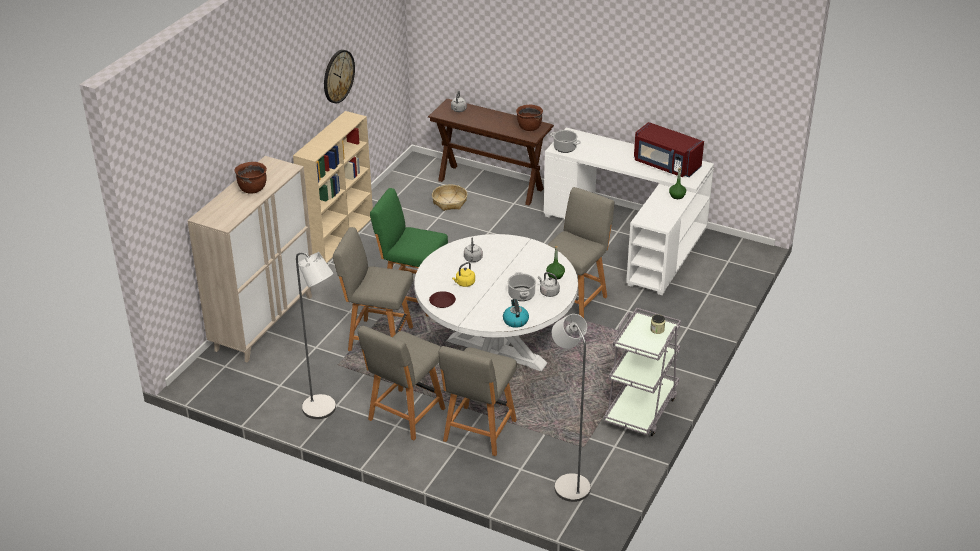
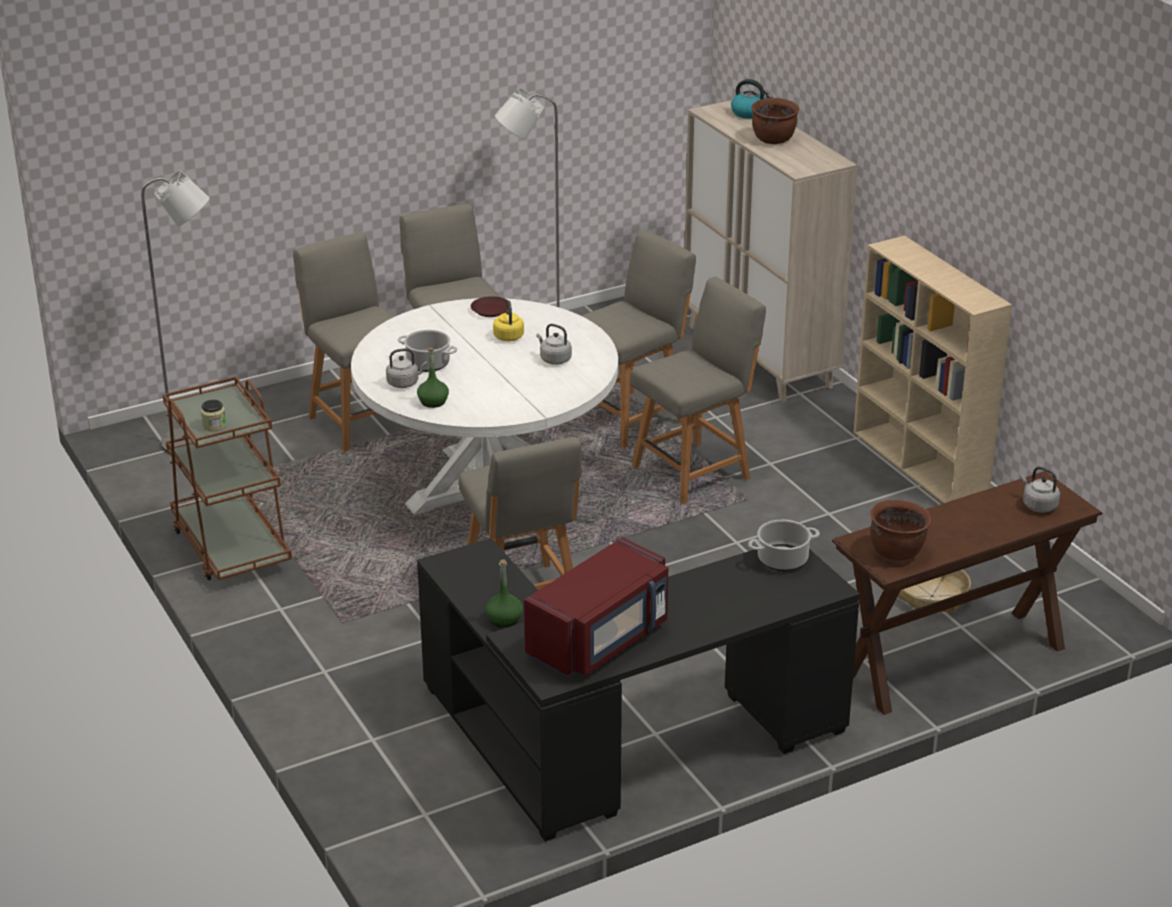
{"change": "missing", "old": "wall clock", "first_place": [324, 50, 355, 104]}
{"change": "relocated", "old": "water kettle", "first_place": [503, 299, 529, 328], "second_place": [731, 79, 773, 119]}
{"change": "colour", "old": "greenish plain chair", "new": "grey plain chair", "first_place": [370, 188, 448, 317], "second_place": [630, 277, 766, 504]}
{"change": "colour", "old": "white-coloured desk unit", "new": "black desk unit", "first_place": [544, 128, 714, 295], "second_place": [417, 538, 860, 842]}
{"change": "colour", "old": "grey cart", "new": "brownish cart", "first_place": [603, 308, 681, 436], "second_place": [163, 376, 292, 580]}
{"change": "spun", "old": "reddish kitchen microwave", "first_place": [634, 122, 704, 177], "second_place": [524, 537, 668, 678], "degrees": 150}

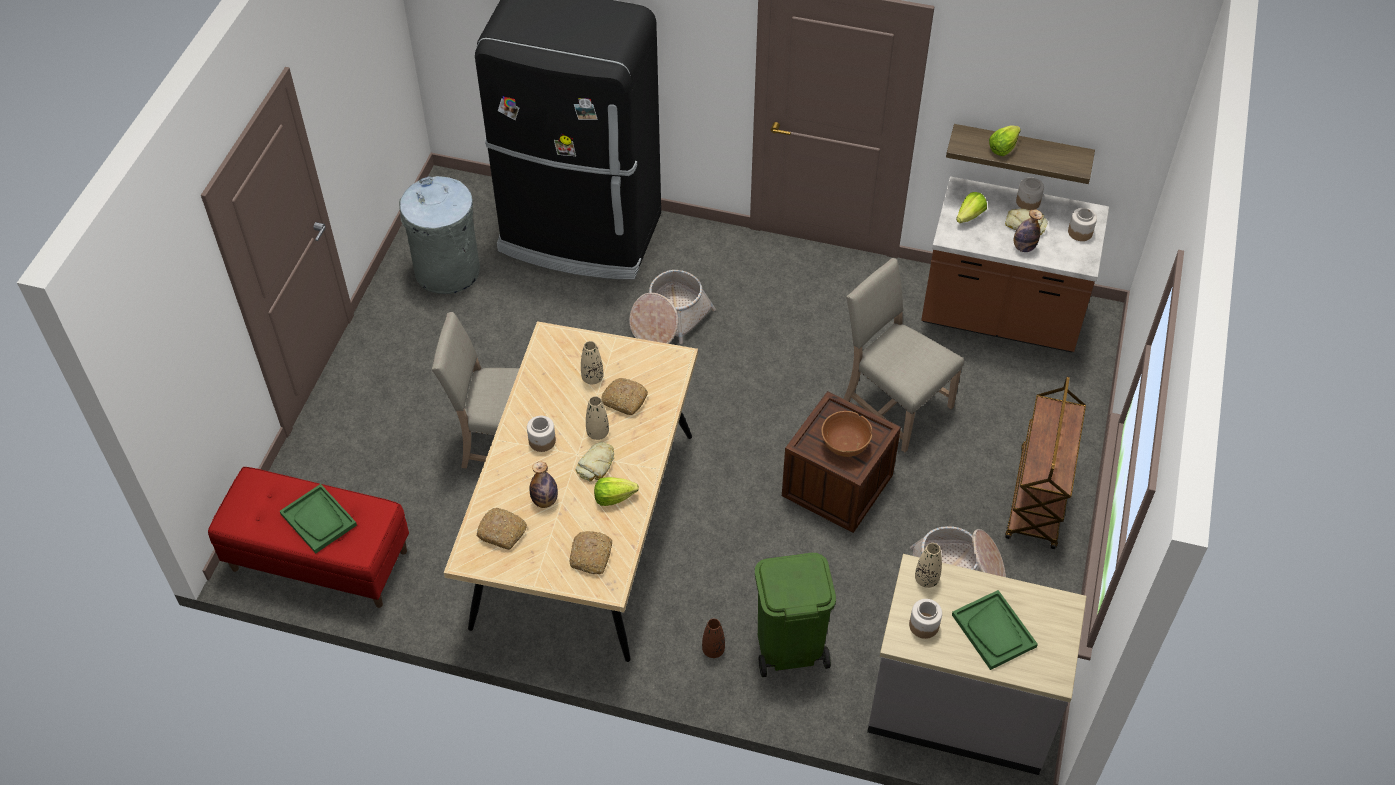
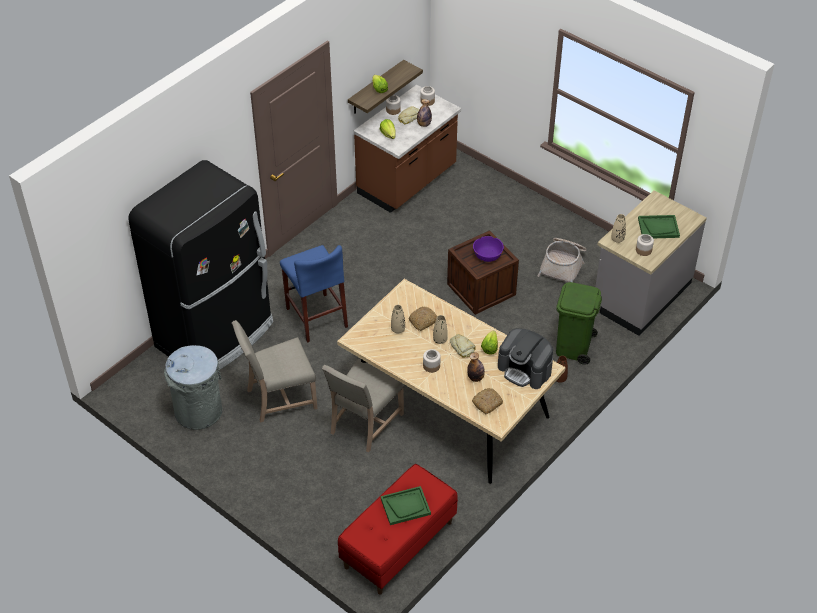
{"change": "missing", "old": "brownish cart", "first_place": [1005, 376, 1086, 549]}
{"change": "relocated", "old": "beige-coloured plain chair", "first_place": [843, 258, 964, 452], "second_place": [232, 320, 317, 423]}
{"change": "exchanged", "old": "bread", "new": "coffee machine", "first_place": [570, 531, 612, 574], "second_place": [498, 328, 553, 389]}
{"change": "exchanged", "old": "basket", "new": "bluish sitting stool", "first_place": [629, 270, 716, 344], "second_place": [280, 245, 348, 343]}
{"change": "colour", "old": "brownish deep dish", "new": "purplish deep dish", "first_place": [821, 411, 872, 457], "second_place": [473, 236, 504, 262]}

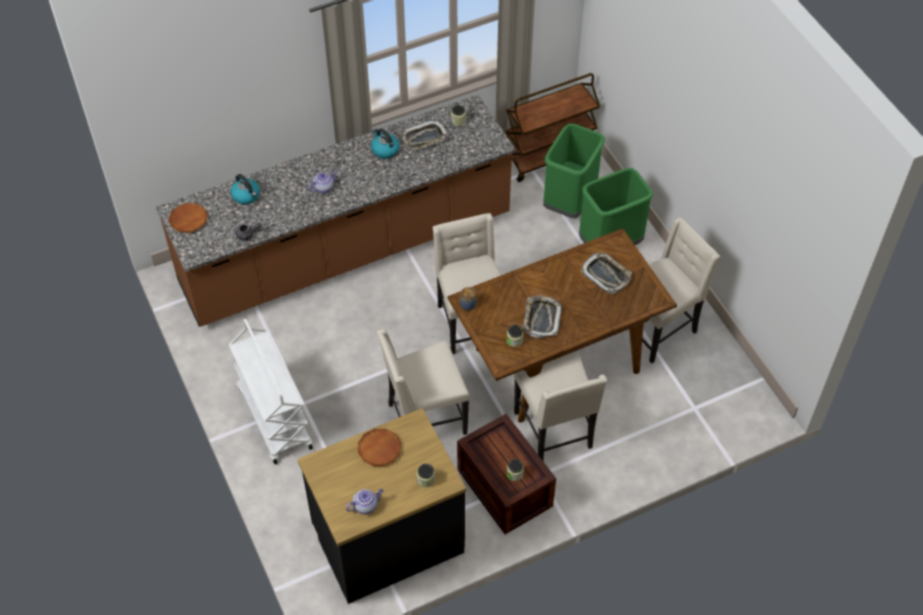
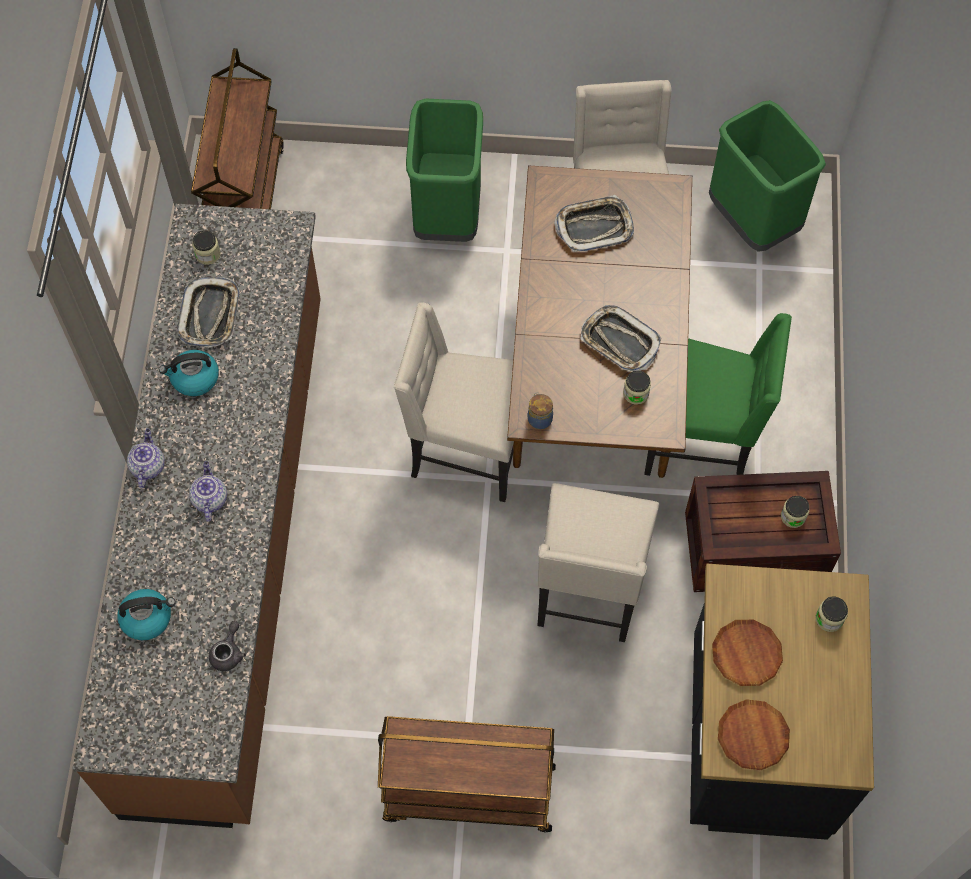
{"change": "relocated", "old": "brownish flat dish", "first_place": [169, 203, 208, 233], "second_place": [718, 699, 790, 770]}
{"change": "relocated", "old": "tea pot", "first_place": [346, 489, 384, 515], "second_place": [127, 429, 165, 488]}
{"change": "relocated", "old": "greenish trash can", "first_place": [543, 123, 605, 218], "second_place": [709, 100, 826, 252]}
{"change": "colour", "old": "white-coloured cart", "new": "brownish cart", "first_place": [229, 319, 313, 464], "second_place": [378, 716, 556, 832]}
{"change": "colour", "old": "beige-coloured plain chair", "new": "greenish plain chair", "first_place": [514, 352, 607, 462], "second_place": [644, 313, 792, 476]}

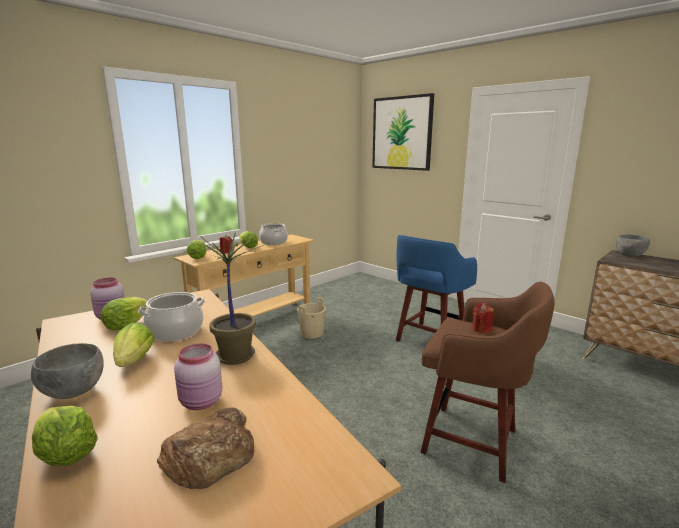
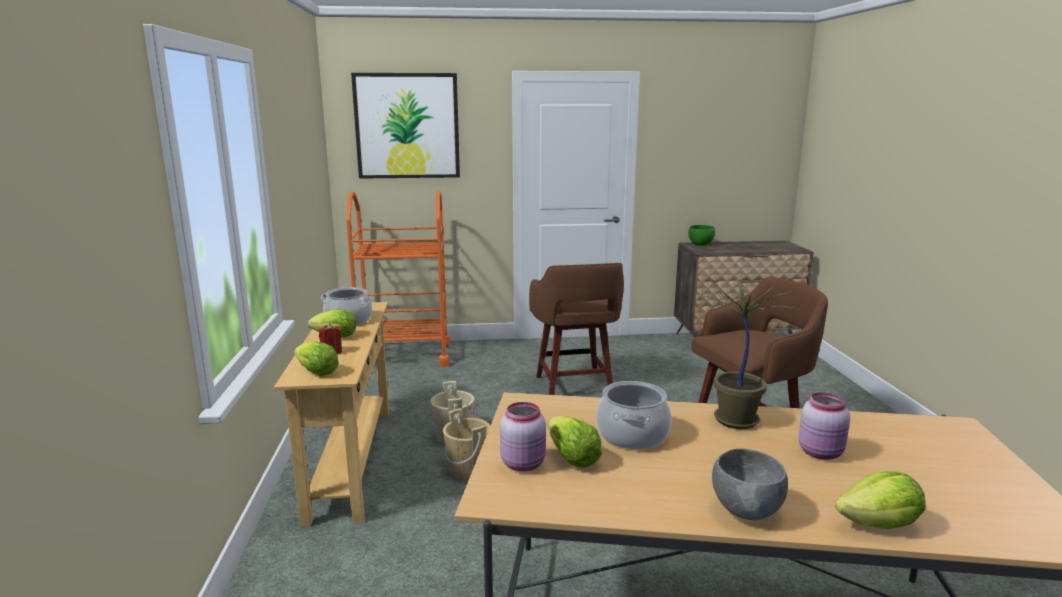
{"change": "missing", "old": "lettuce", "first_place": [113, 323, 155, 367]}
{"change": "missing", "old": "bread", "first_place": [157, 407, 254, 489]}
{"change": "missing", "old": "reddish wax light", "first_place": [472, 302, 494, 333]}
{"change": "appeared", "new": "orange-coloured cart", "second_place": [346, 191, 451, 367]}
{"change": "appeared", "new": "beige-coloured pail", "second_place": [443, 408, 491, 479]}
{"change": "colour", "old": "bluish sitting stool", "new": "brownish sitting stool", "first_place": [396, 235, 477, 342], "second_place": [529, 263, 624, 395]}
{"change": "colour", "old": "grey deep dish", "new": "greenish deep dish", "first_place": [616, 234, 650, 257], "second_place": [688, 225, 715, 246]}

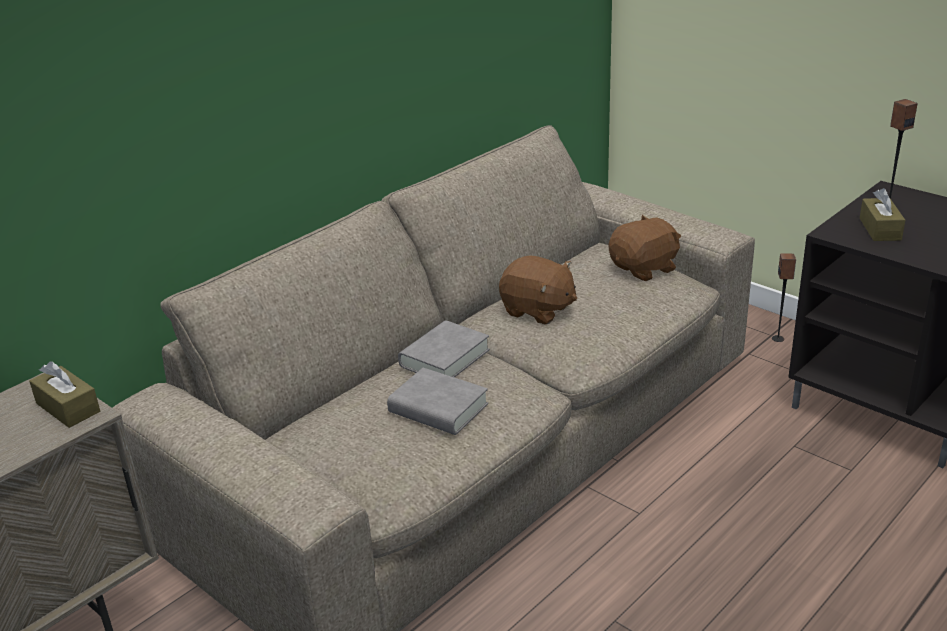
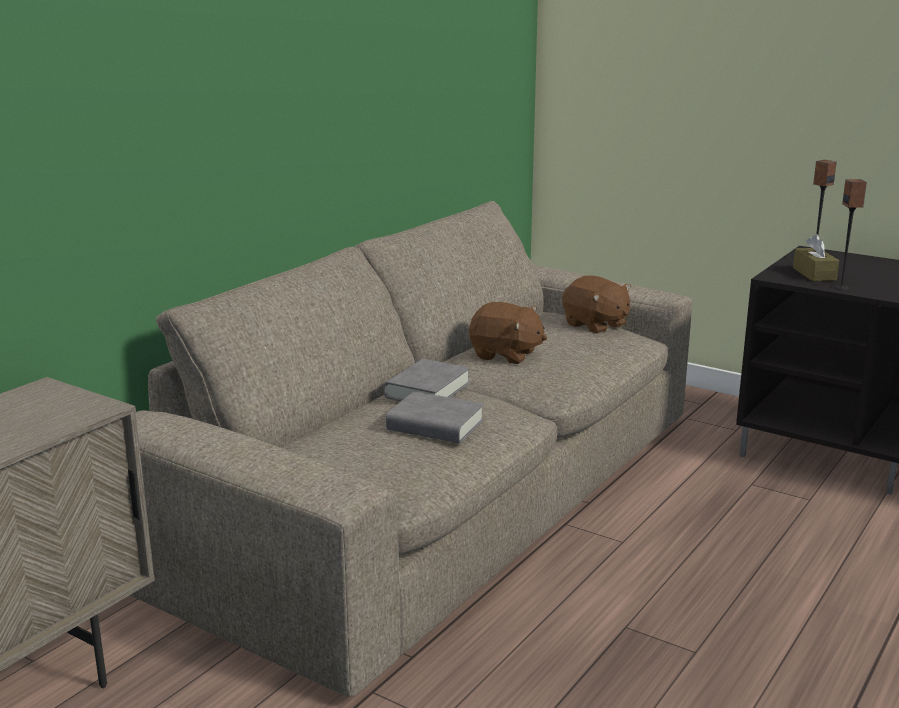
{"change": "missing", "old": "brownish box of tissues", "first_place": [29, 361, 100, 428]}
{"change": "relocated", "old": "speaker", "first_place": [772, 254, 796, 342], "second_place": [834, 179, 867, 290]}
{"change": "spun", "old": "brownish soft toy", "first_place": [609, 215, 681, 281], "second_place": [563, 275, 631, 334], "degrees": 90}

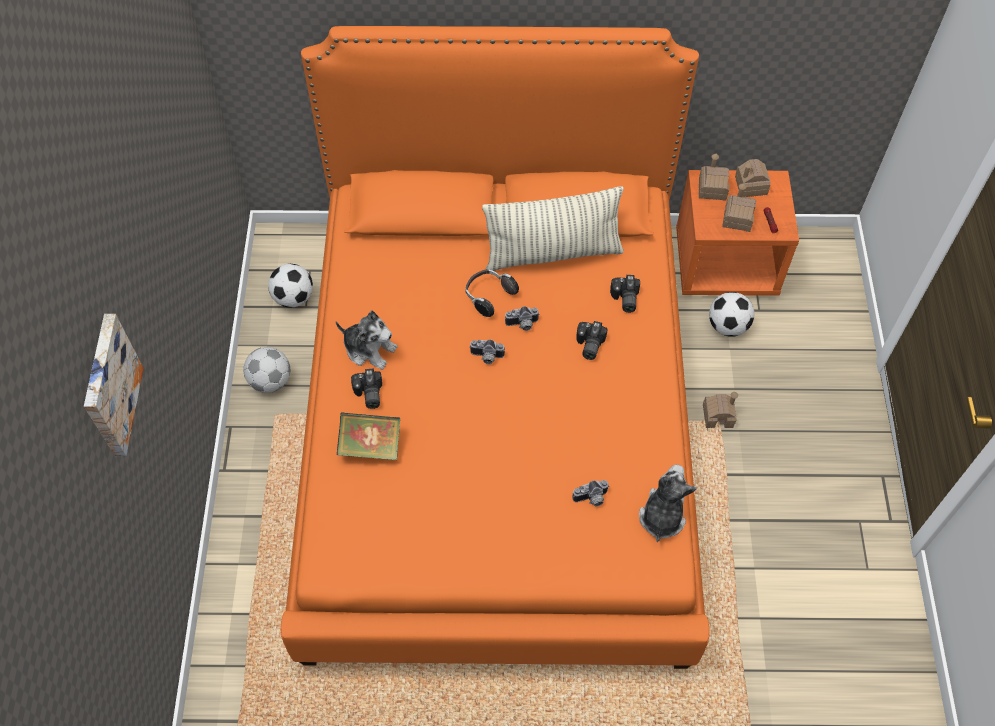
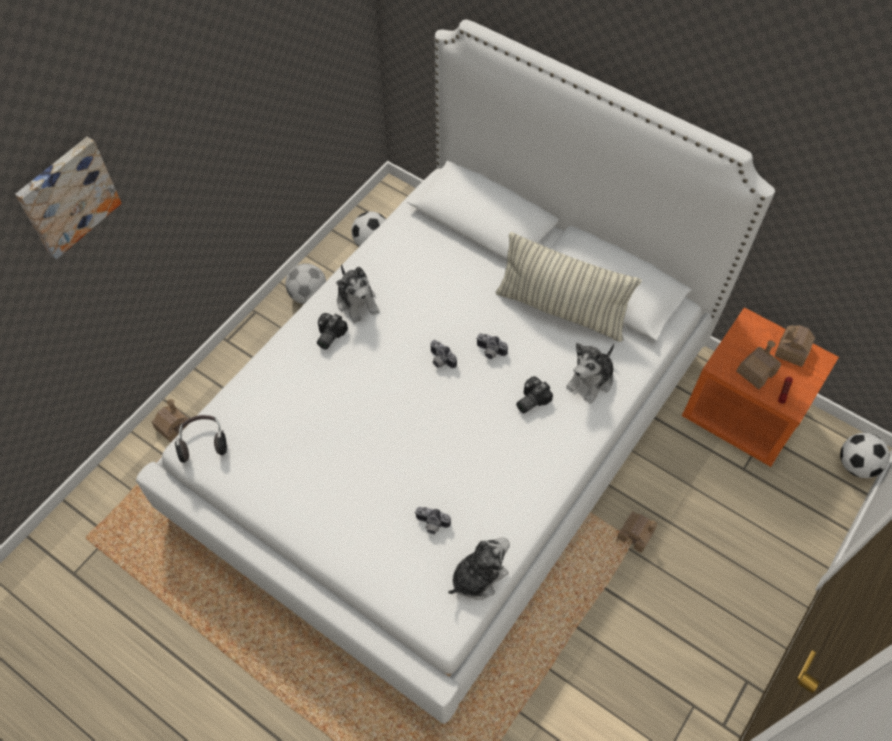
{"change": "missing", "old": "bound book", "first_place": [337, 412, 400, 460]}
{"change": "relocated", "old": "pair of headphones", "first_place": [465, 269, 519, 317], "second_place": [175, 415, 227, 463]}
{"change": "relocated", "old": "miniature house", "first_place": [699, 154, 729, 201], "second_place": [151, 399, 188, 443]}
{"change": "relocated", "old": "football ball", "first_place": [709, 292, 755, 337], "second_place": [840, 433, 890, 478]}
{"change": "exchanged", "old": "still camera", "new": "soft toy", "first_place": [610, 275, 640, 313], "second_place": [566, 343, 614, 404]}
{"change": "colour", "old": "orange-coloured bed", "new": "white-coloured bed", "first_place": [281, 26, 710, 669], "second_place": [136, 19, 775, 724]}

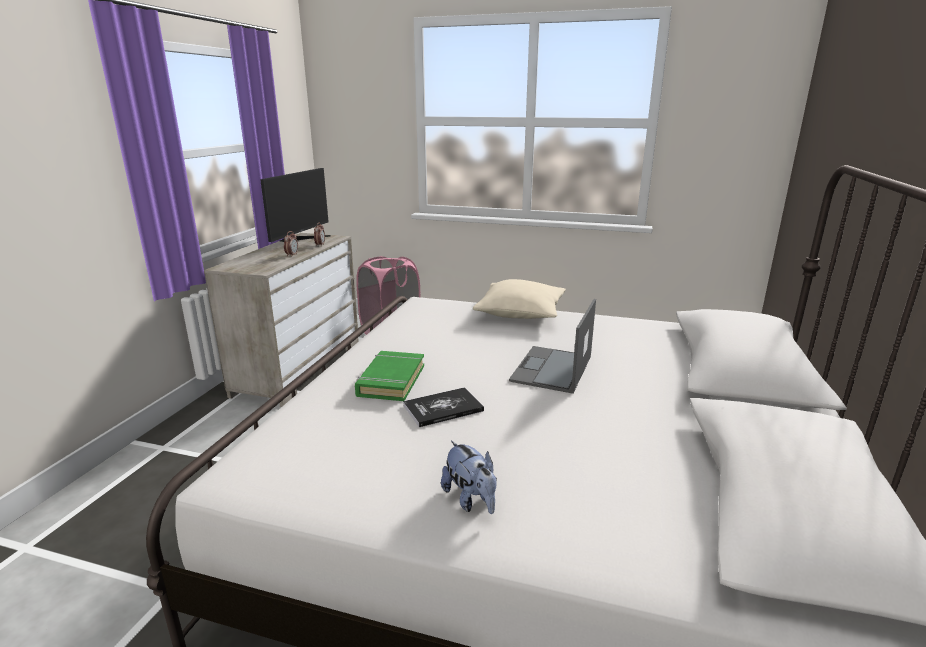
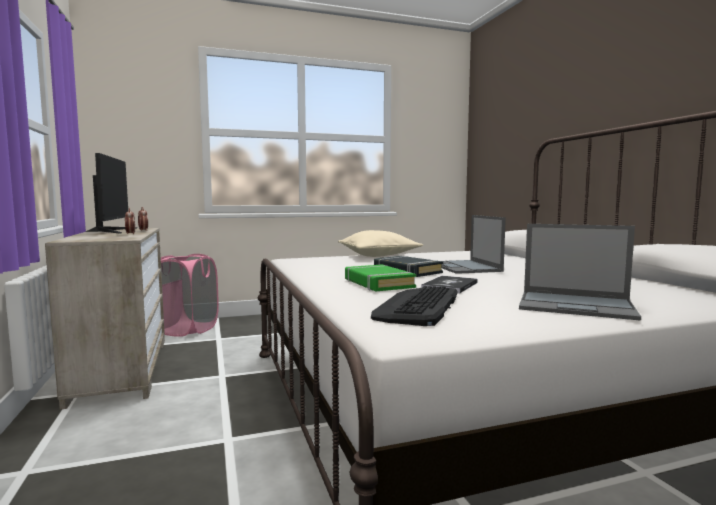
{"change": "appeared", "new": "keyboard", "second_place": [371, 286, 458, 326]}
{"change": "appeared", "new": "black bound book", "second_place": [374, 256, 443, 277]}
{"change": "exchanged", "old": "soft toy", "new": "notebook computer", "first_place": [441, 441, 497, 514], "second_place": [519, 224, 641, 320]}

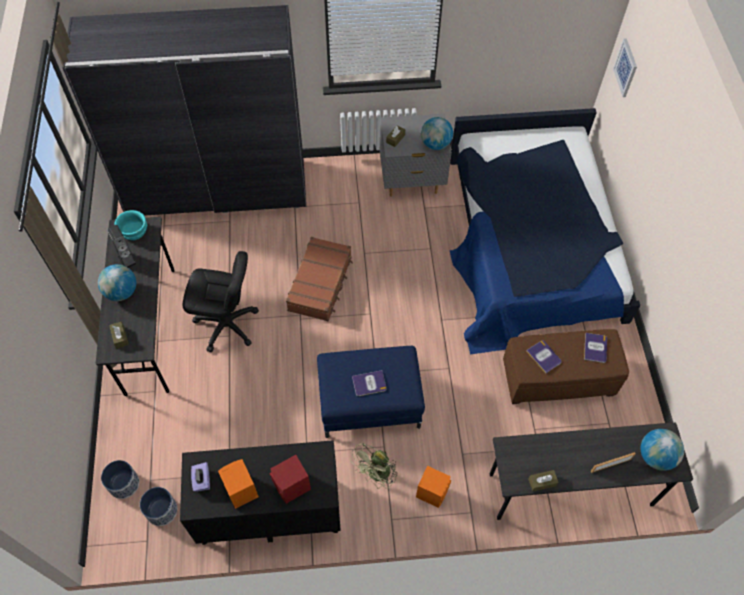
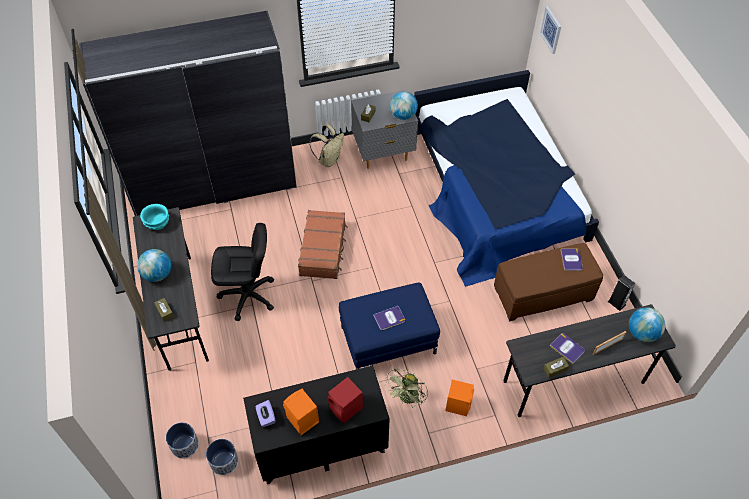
{"change": "appeared", "new": "beige-coloured backpack", "second_place": [310, 124, 344, 167]}
{"change": "relocated", "old": "speaker", "first_place": [107, 225, 137, 268], "second_place": [607, 275, 636, 311]}
{"change": "relocated", "old": "bound book", "first_place": [526, 340, 562, 373], "second_place": [550, 333, 585, 364]}

